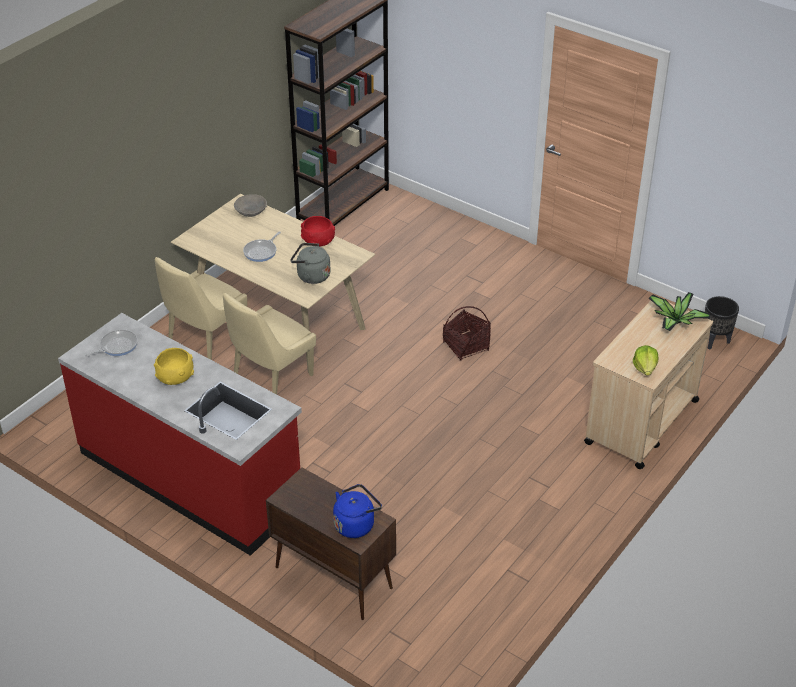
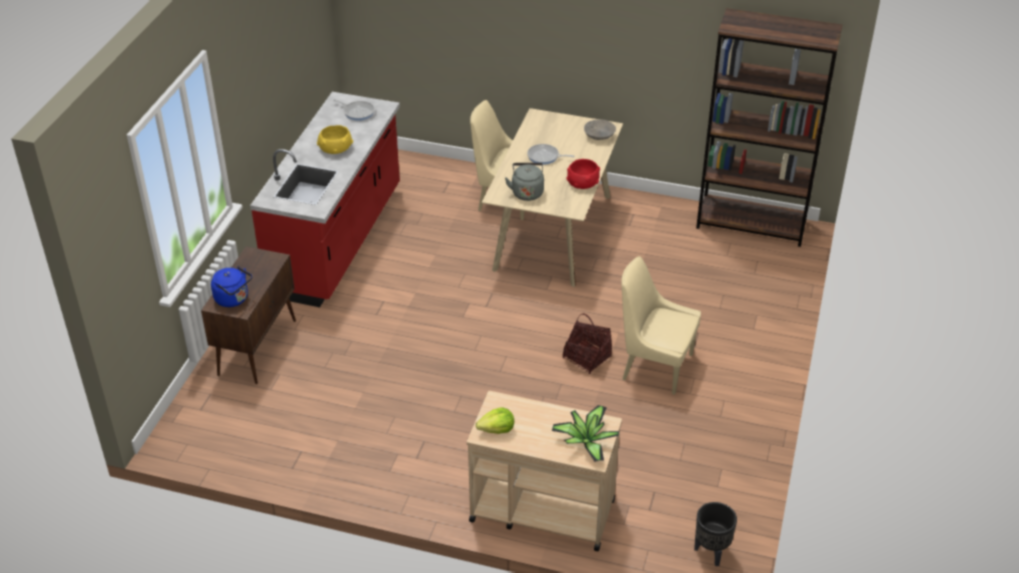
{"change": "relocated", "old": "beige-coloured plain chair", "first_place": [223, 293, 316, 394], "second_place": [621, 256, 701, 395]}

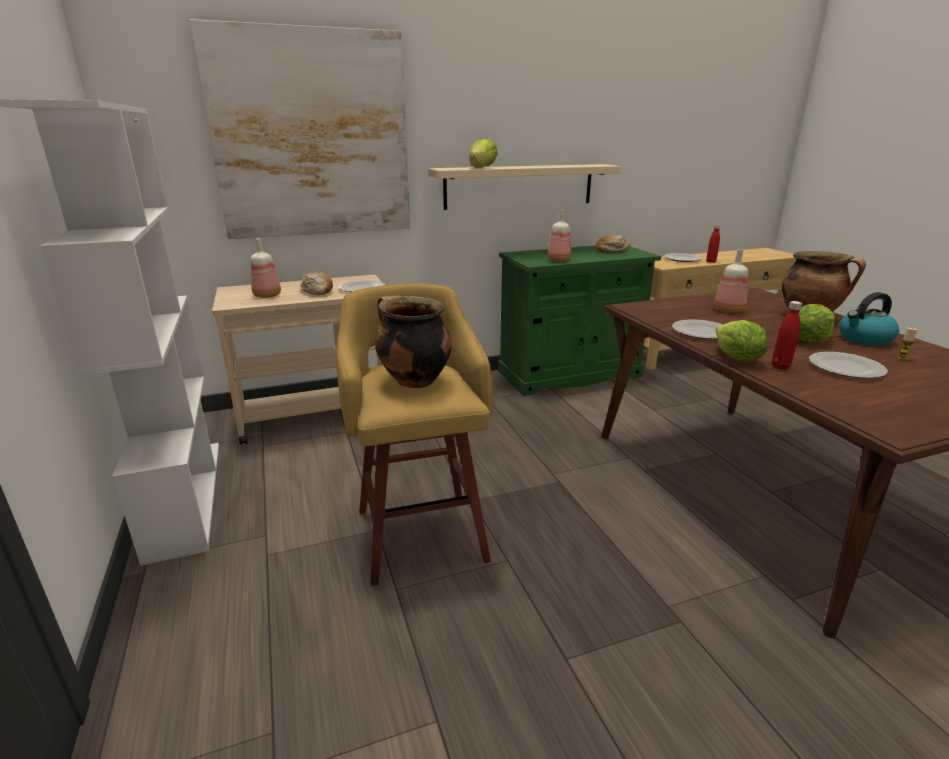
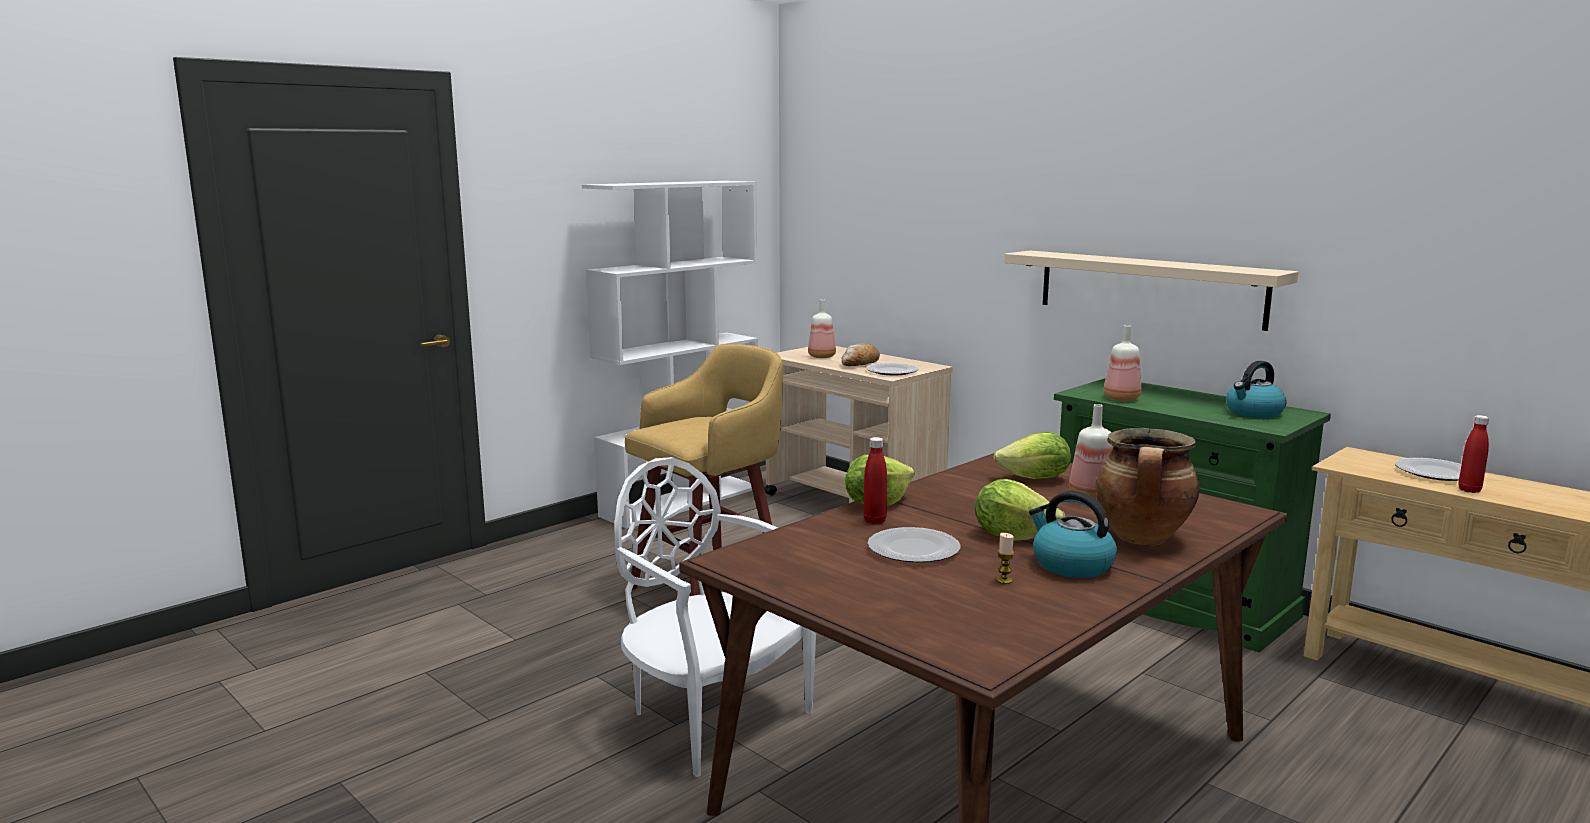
{"change": "missing", "old": "wall art", "first_place": [189, 19, 410, 239]}
{"change": "missing", "old": "saucepot", "first_place": [375, 295, 452, 388]}
{"change": "missing", "old": "flat dish", "first_place": [672, 319, 723, 339]}
{"change": "appeared", "new": "white-coloured plain chair", "second_place": [614, 457, 816, 777]}
{"change": "relocated", "old": "lettuce", "first_place": [469, 139, 498, 168], "second_place": [993, 432, 1071, 479]}
{"change": "exchanged", "old": "bread", "new": "water kettle", "first_place": [596, 235, 631, 253], "second_place": [1226, 361, 1287, 418]}

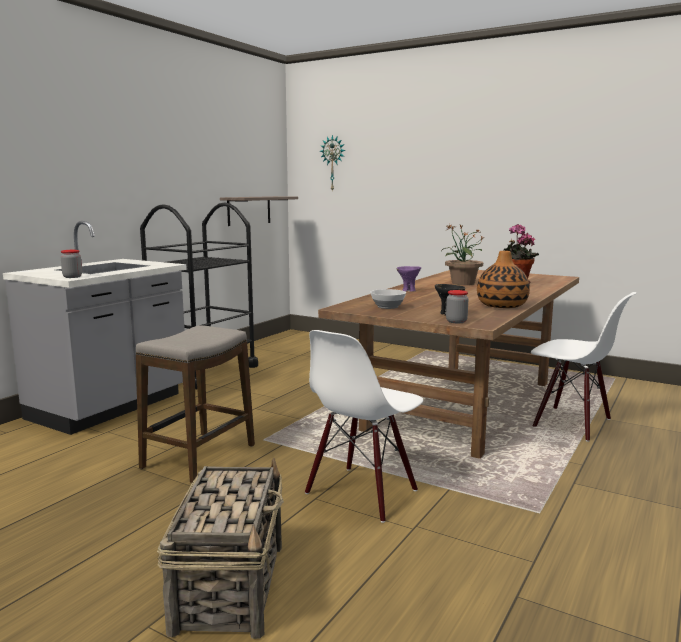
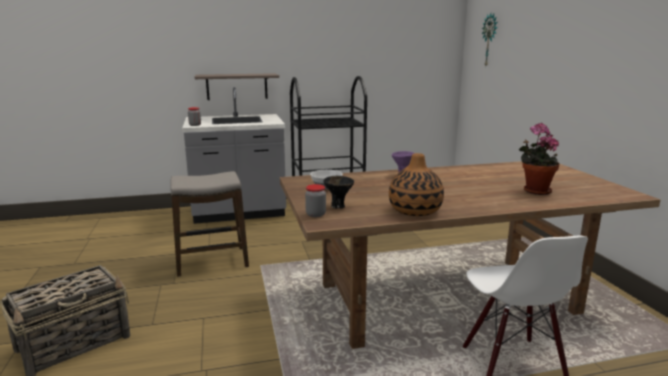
{"change": "missing", "old": "white-coloured plain chair", "first_place": [305, 330, 423, 523]}
{"change": "missing", "old": "plant in a pot", "first_place": [442, 224, 484, 285]}
{"change": "relocated", "old": "shelf", "first_place": [220, 196, 298, 226], "second_place": [195, 73, 279, 100]}

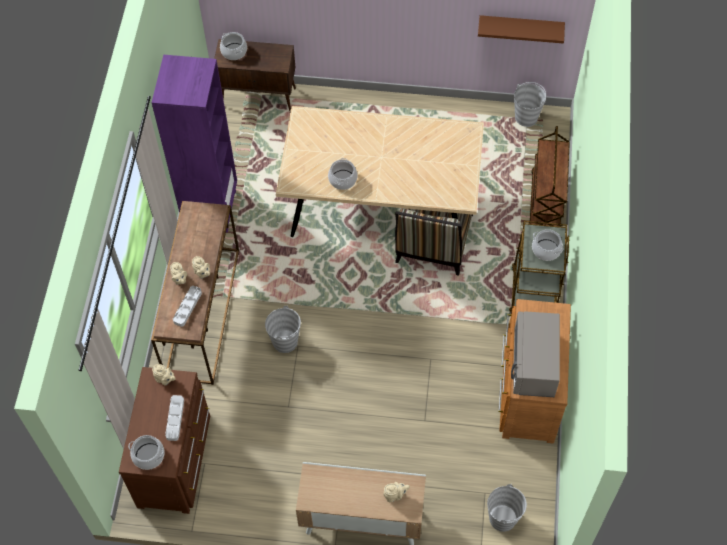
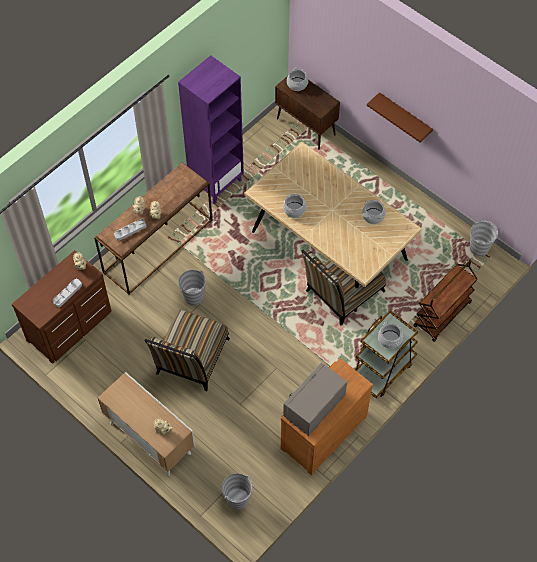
{"change": "appeared", "new": "plain chair", "second_place": [144, 309, 230, 392]}
{"change": "relocated", "old": "saucepot", "first_place": [128, 435, 165, 470], "second_place": [362, 200, 386, 224]}
{"change": "relocated", "old": "brownish shelf", "first_place": [478, 15, 565, 43], "second_place": [367, 92, 433, 143]}

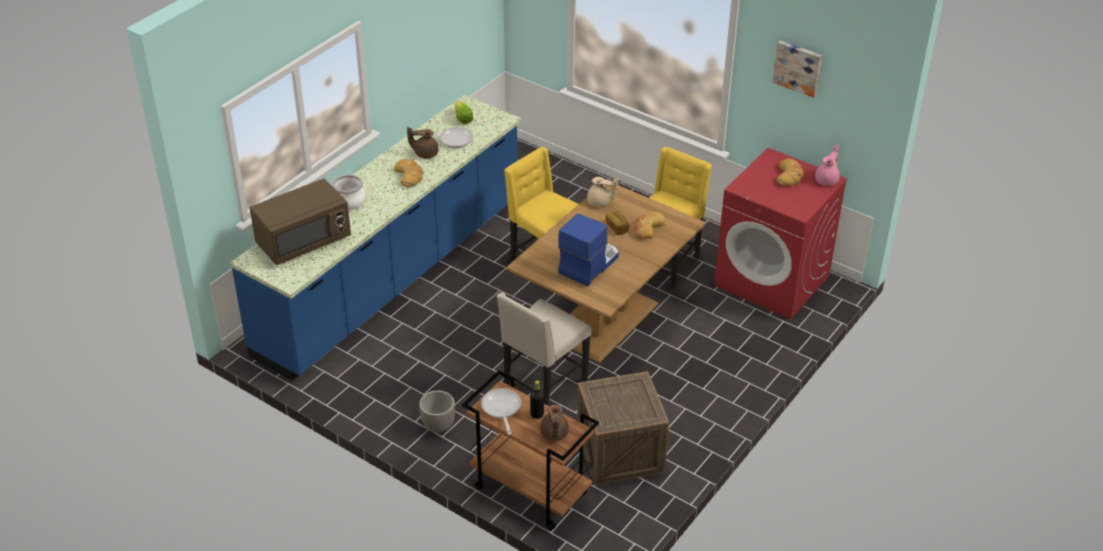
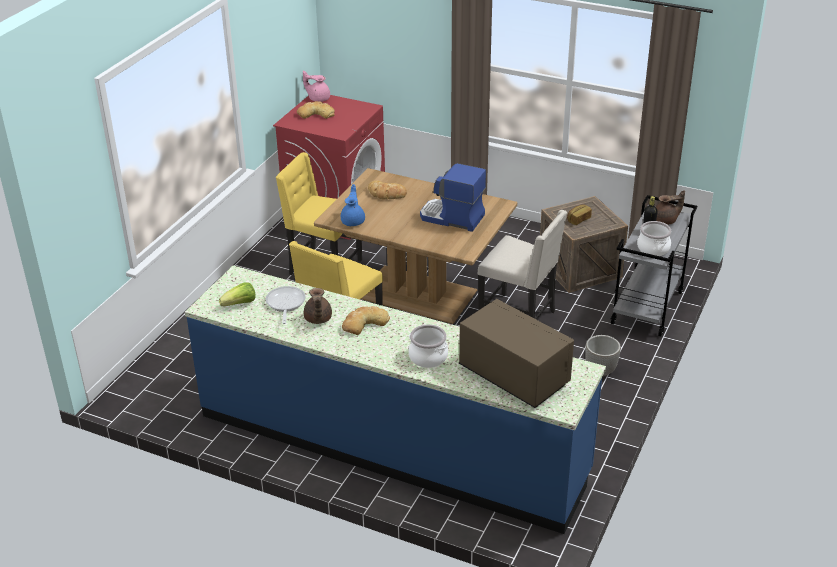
{"change": "missing", "old": "wall art", "first_place": [772, 41, 822, 98]}
{"change": "relocated", "old": "bread", "first_place": [606, 211, 629, 235], "second_place": [567, 204, 592, 225]}
{"change": "exchanged", "old": "skillet", "new": "saucepot", "first_place": [481, 388, 521, 435], "second_place": [637, 221, 671, 256]}
{"change": "colour", "old": "brownish cart", "new": "grey cart", "first_place": [462, 370, 599, 530], "second_place": [611, 195, 697, 336]}
{"change": "colour", "old": "beige-coloured tea pot", "new": "bluish tea pot", "first_place": [587, 177, 618, 207], "second_place": [341, 184, 365, 226]}

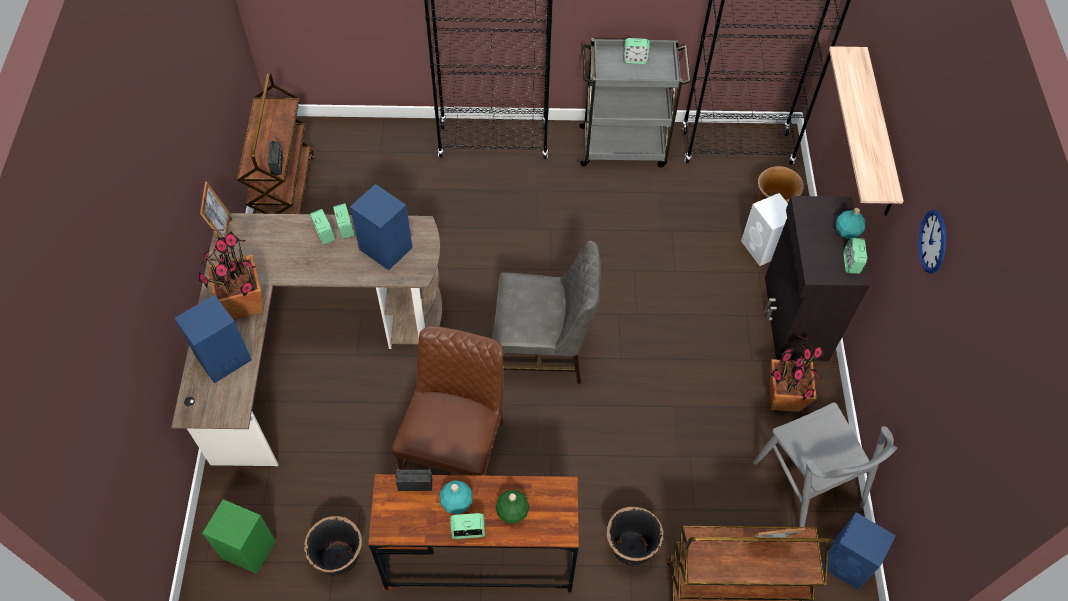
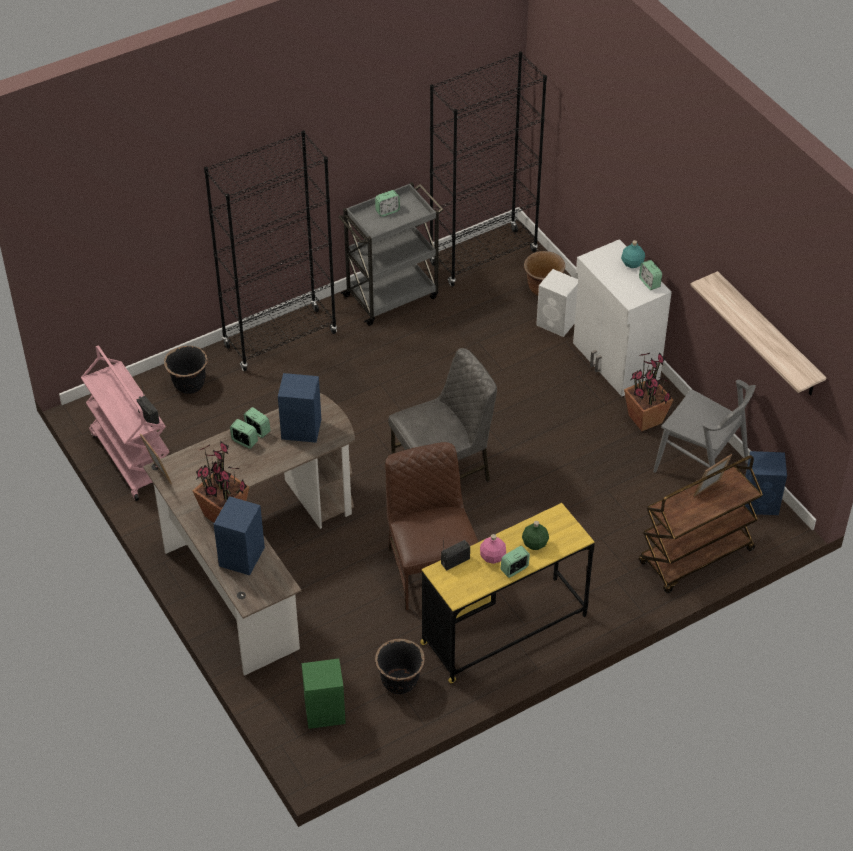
{"change": "missing", "old": "wall clock", "first_place": [918, 210, 946, 274]}
{"change": "relocated", "old": "black plant pot", "first_place": [606, 507, 664, 566], "second_place": [164, 346, 208, 394]}
{"change": "relocated", "old": "shelf", "first_place": [829, 46, 904, 215], "second_place": [690, 271, 826, 396]}
{"change": "colour", "old": "brownish cart", "new": "pinkish cart", "first_place": [237, 73, 314, 214], "second_place": [81, 345, 169, 501]}
{"change": "colour", "old": "brownish desk unit", "new": "yellow-coloured desk unit", "first_place": [368, 474, 579, 592], "second_place": [420, 503, 595, 683]}
{"change": "colour", "old": "turquoise bottle", "new": "pinkish bottle", "first_place": [440, 480, 473, 515], "second_place": [480, 534, 506, 564]}
{"change": "colour", "old": "black cabinet", "new": "white-coloured cabinet", "first_place": [764, 196, 870, 361], "second_place": [573, 239, 672, 396]}

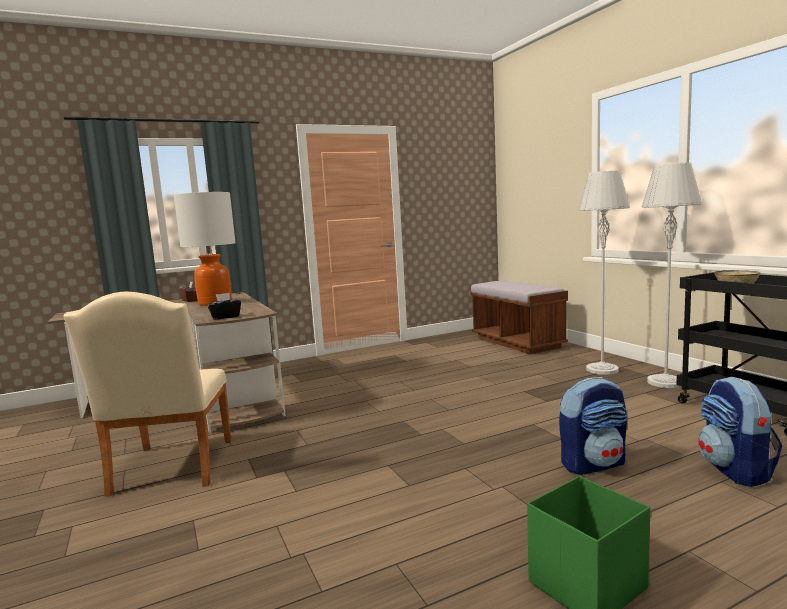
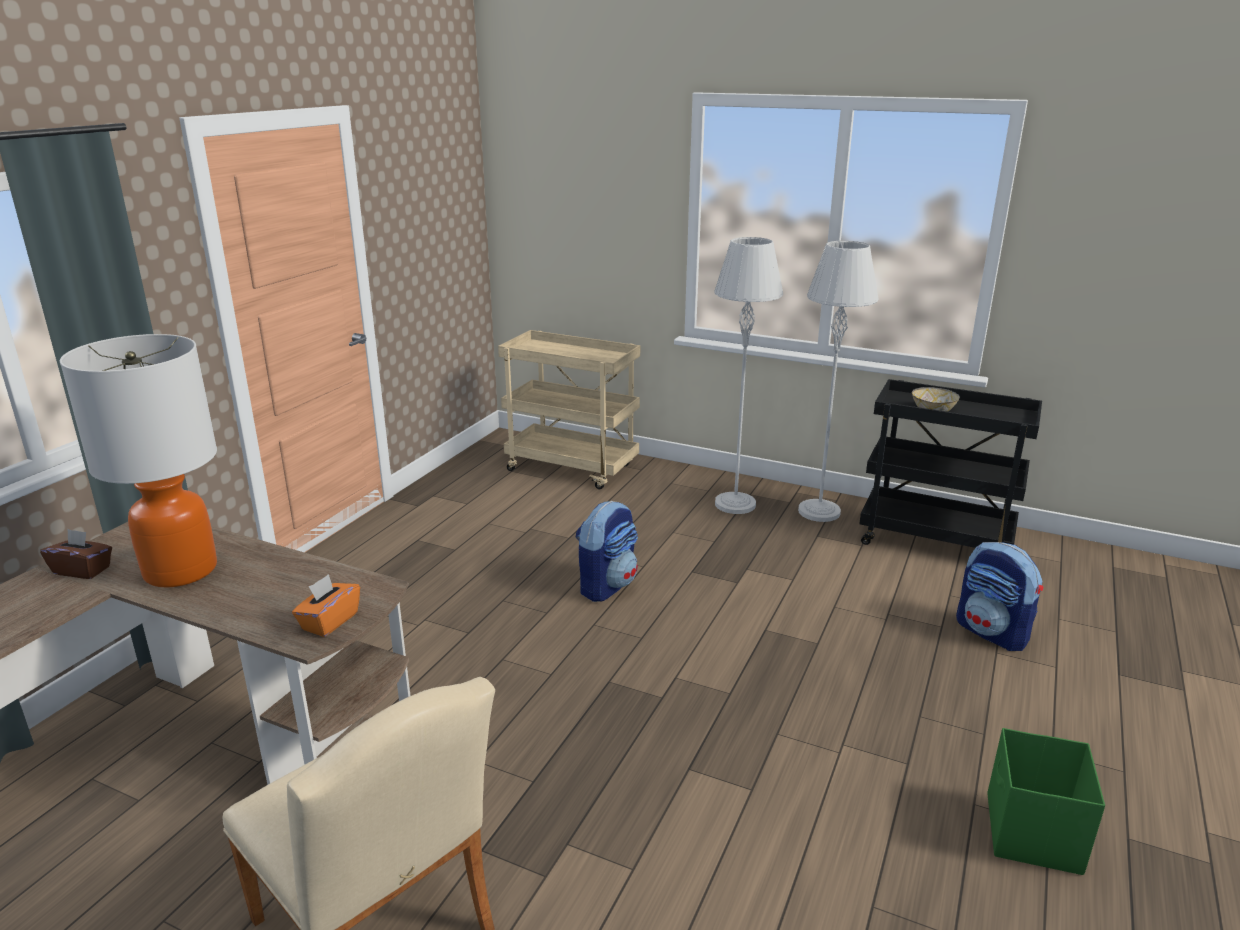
{"change": "relocated", "old": "backpack", "first_place": [559, 377, 627, 475], "second_place": [575, 500, 638, 602]}
{"change": "exchanged", "old": "brownish long seat", "new": "beige-coloured cart", "first_place": [470, 281, 568, 354], "second_place": [498, 330, 640, 489]}
{"change": "colour", "old": "black box of tissues", "new": "orange-coloured box of tissues", "first_place": [208, 293, 241, 320], "second_place": [292, 574, 360, 637]}

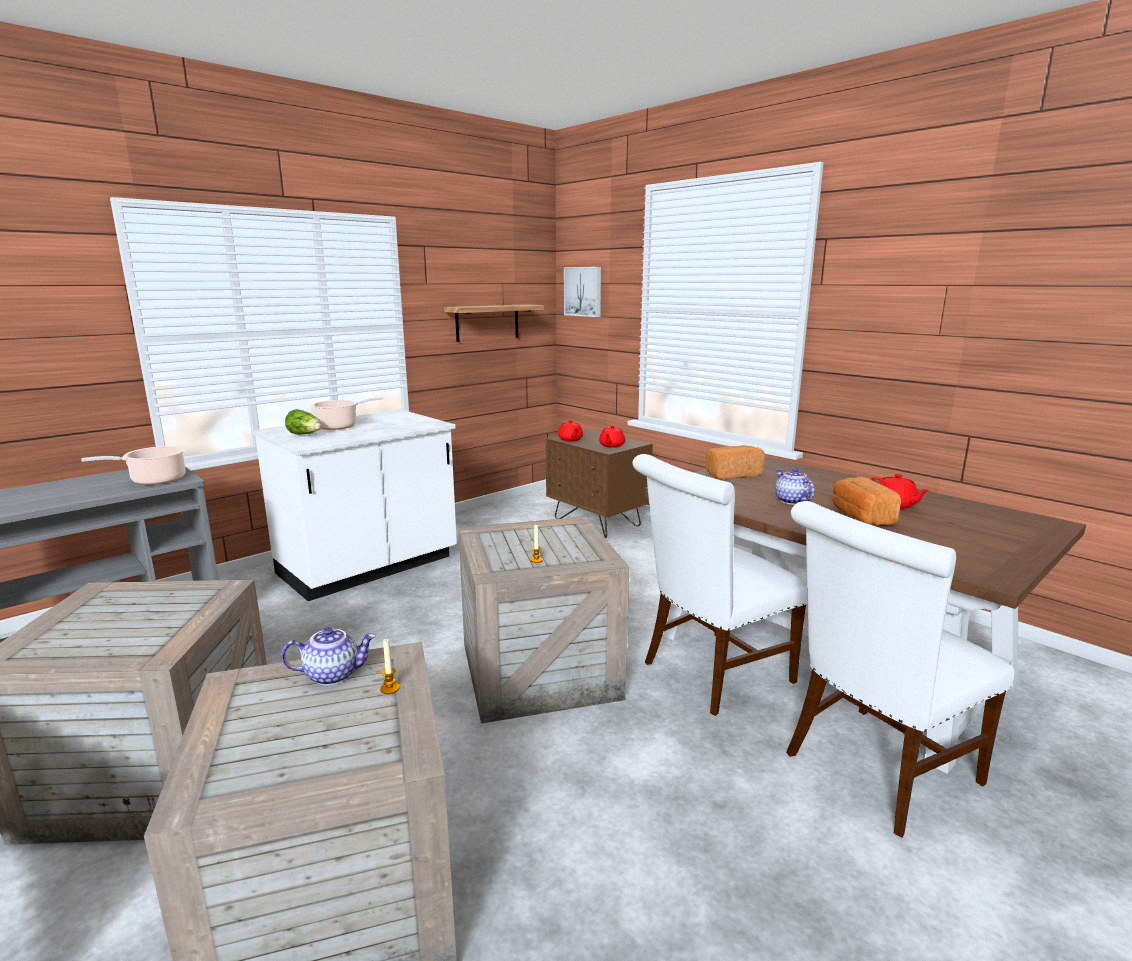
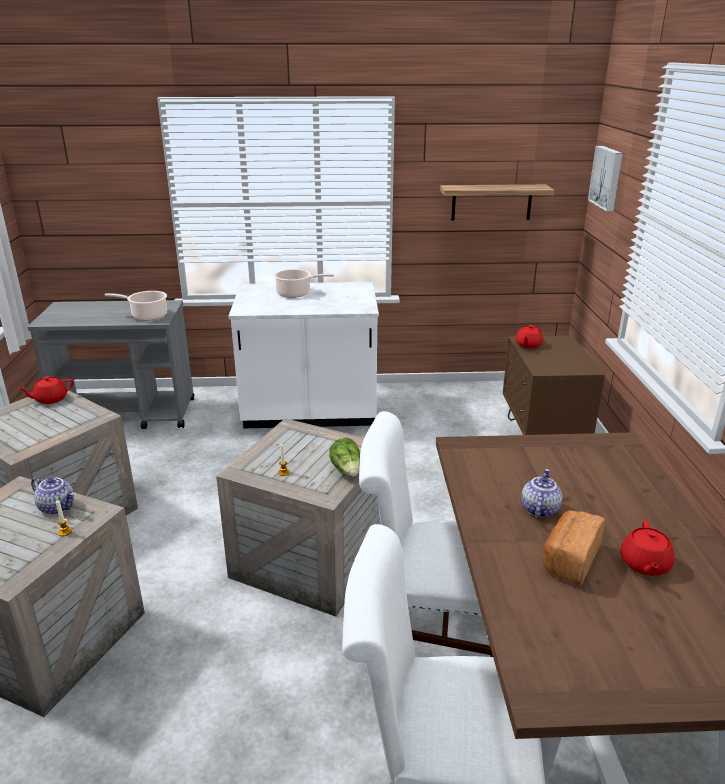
{"change": "missing", "old": "bread", "first_place": [706, 445, 765, 480]}
{"change": "relocated", "old": "lettuce", "first_place": [285, 409, 321, 435], "second_place": [329, 438, 360, 477]}
{"change": "relocated", "old": "reddish tea pot", "first_place": [599, 425, 625, 448], "second_place": [18, 376, 74, 404]}

